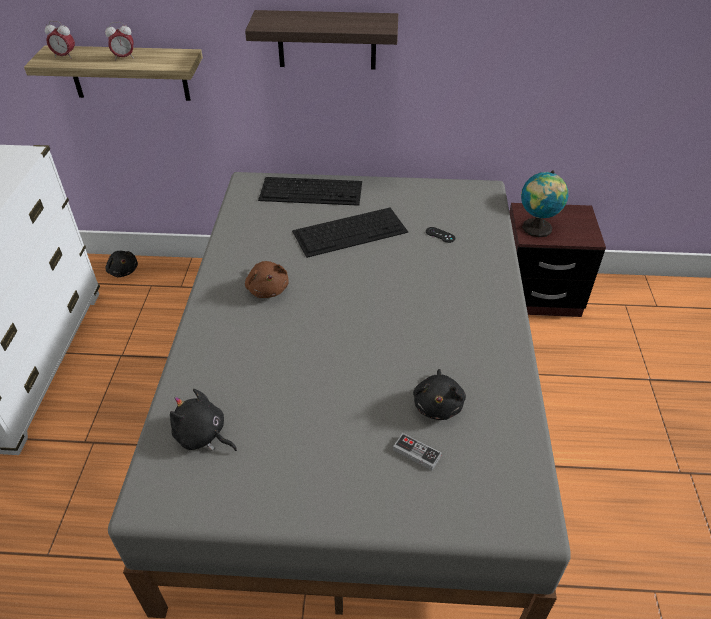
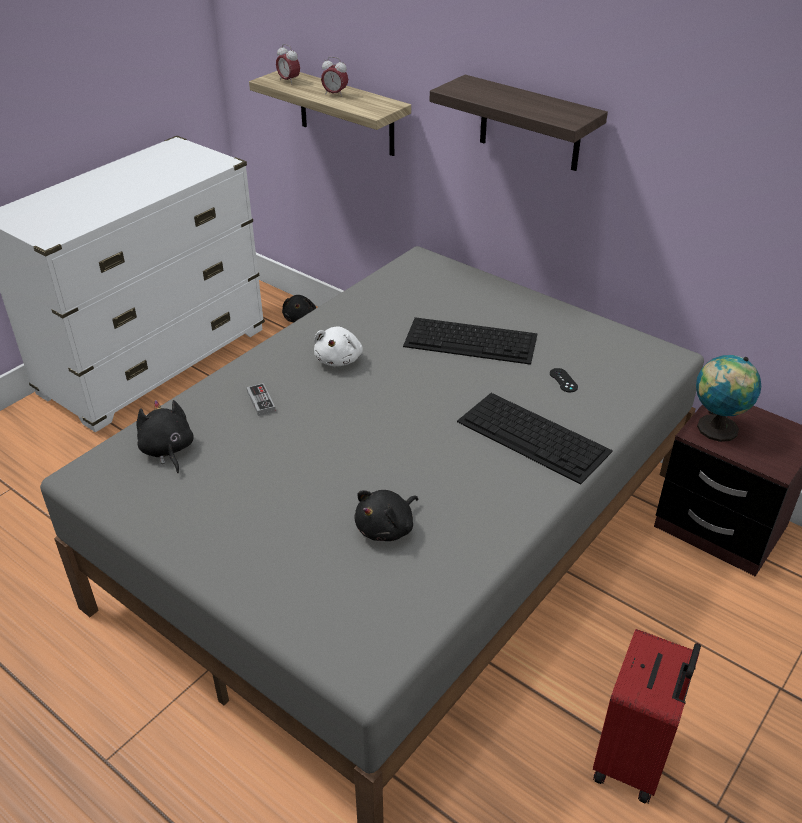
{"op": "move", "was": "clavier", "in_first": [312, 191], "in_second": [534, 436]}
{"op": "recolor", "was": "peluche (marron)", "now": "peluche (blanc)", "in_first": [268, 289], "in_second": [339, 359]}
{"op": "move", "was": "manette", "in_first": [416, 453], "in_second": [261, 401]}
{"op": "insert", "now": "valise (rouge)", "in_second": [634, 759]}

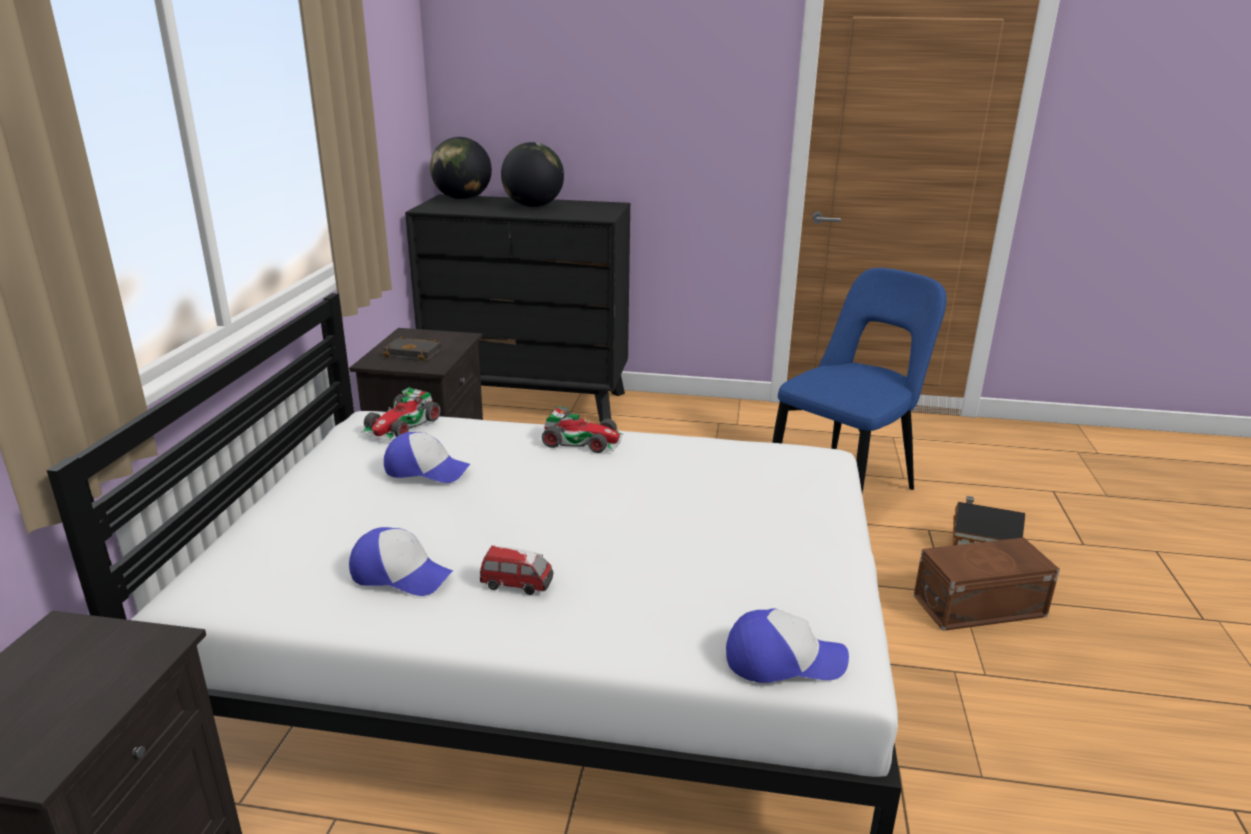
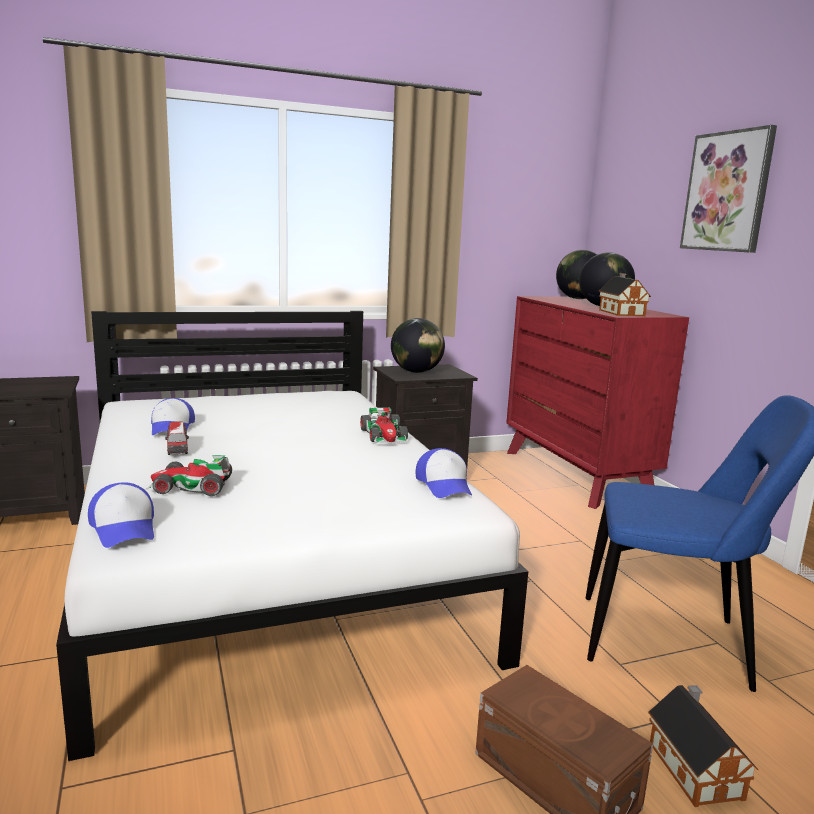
{"op": "recolor", "was": "commode (noir)", "now": "commode (rouge)", "in_first": [528, 401], "in_second": [576, 474]}
{"op": "replace", "was": "livre (noir)", "now": "globe", "in_first": [415, 353], "in_second": [416, 372]}
{"op": "move", "was": "petite voiture", "in_first": [402, 425], "in_second": [190, 487]}
{"op": "move", "was": "casquette", "in_first": [426, 469], "in_second": [444, 485]}
{"op": "insert", "now": "tableau", "in_second": [727, 192]}
{"op": "insert", "now": "maison miniature", "in_second": [621, 312]}

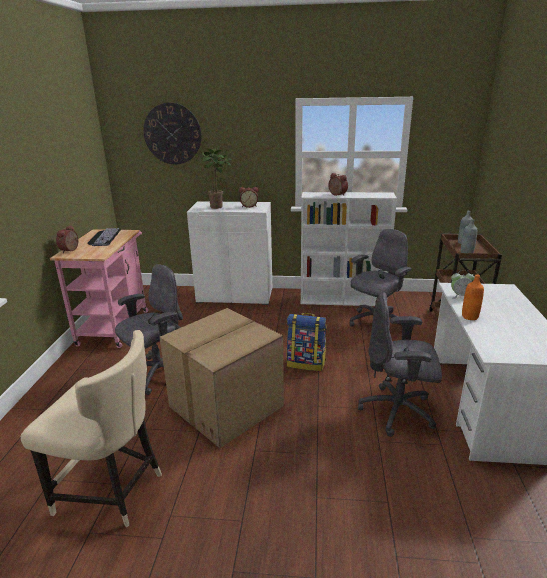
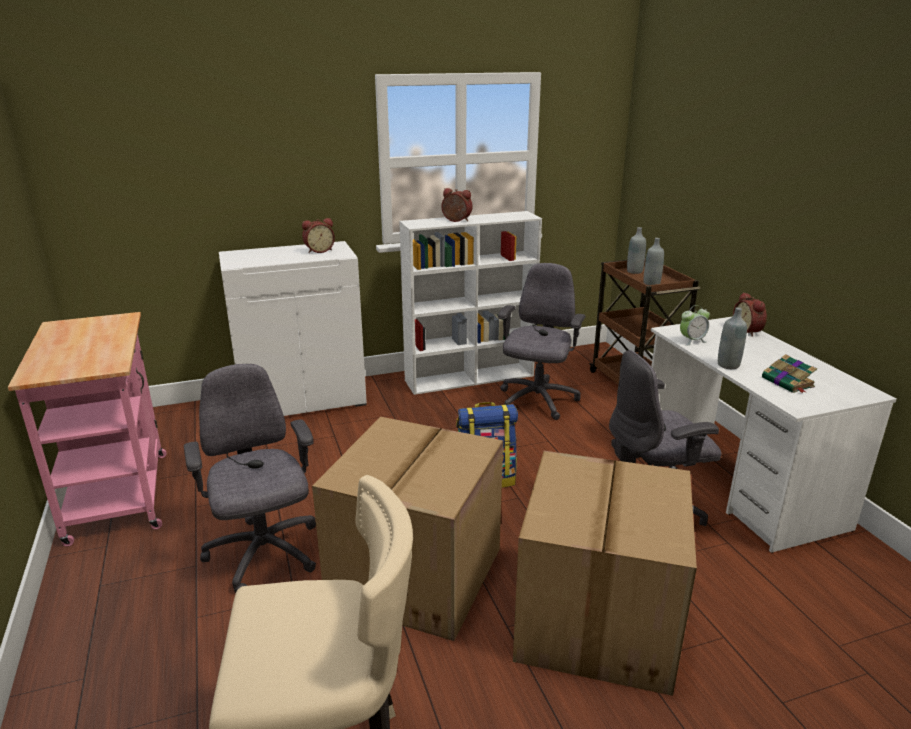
{"op": "delete", "was": "horloge murale", "in_first": [172, 134]}
{"op": "delete", "was": "plante en pot", "in_first": [218, 207]}
{"op": "move", "was": "réveil", "in_first": [70, 250], "in_second": [748, 331]}
{"op": "delete", "was": "clavier", "in_first": [103, 237]}
{"op": "rotate", "was": "chaise de bureau (gris)", "in_first": [158, 374], "in_second": [264, 555], "clockwise": -45}
{"op": "recolor", "was": "bouteille (orange)", "now": "bouteille (gris)", "in_first": [469, 316], "in_second": [728, 365]}
{"op": "insert", "now": "livre", "in_second": [788, 383]}
{"op": "insert", "now": "carton", "in_second": [594, 618]}

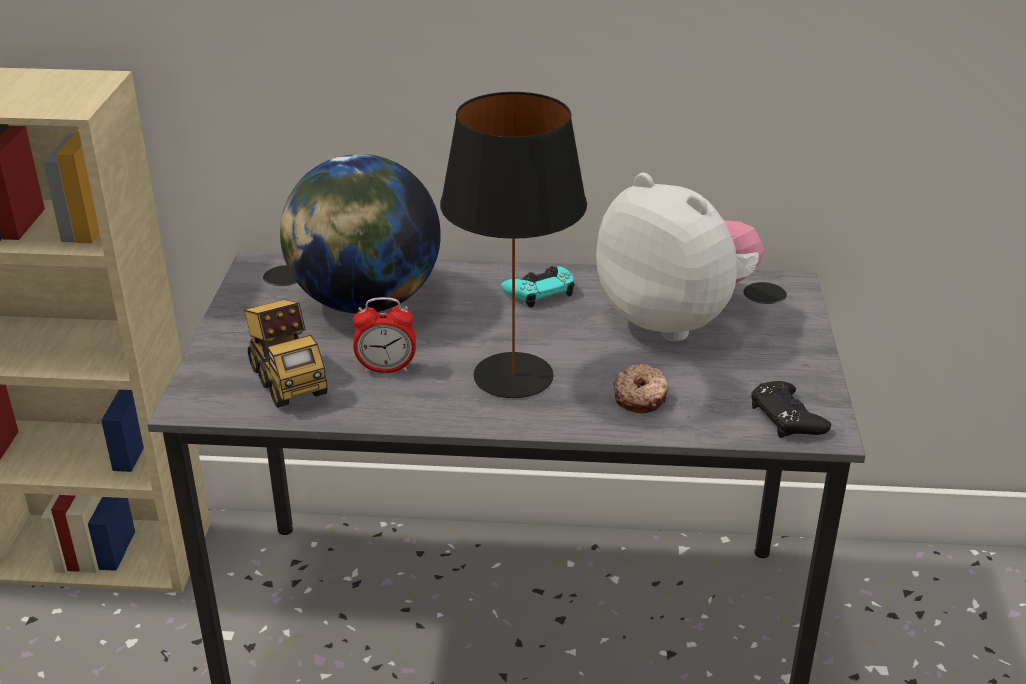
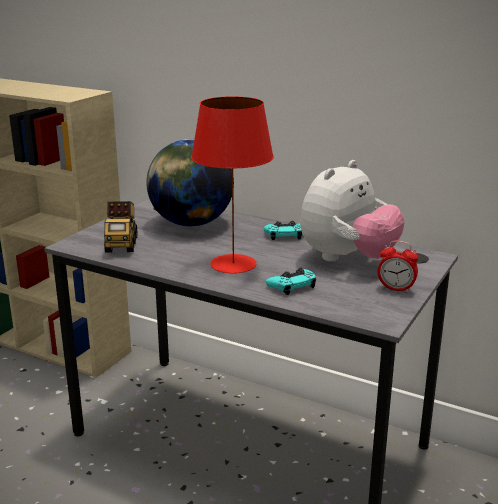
{"op": "recolor", "was": "lampe de table (noir)", "now": "lampe de table (rouge)", "in_first": [514, 376], "in_second": [233, 264]}
{"op": "rotate", "was": "peluche", "in_first": [674, 319], "in_second": [347, 259], "clockwise": 60}
{"op": "move", "was": "réveil", "in_first": [386, 369], "in_second": [396, 289]}
{"op": "replace", "was": "beignet", "now": "manette (turquoise)", "in_first": [641, 397], "in_second": [292, 285]}
{"op": "delete", "was": "manette (noir)", "in_first": [787, 417]}

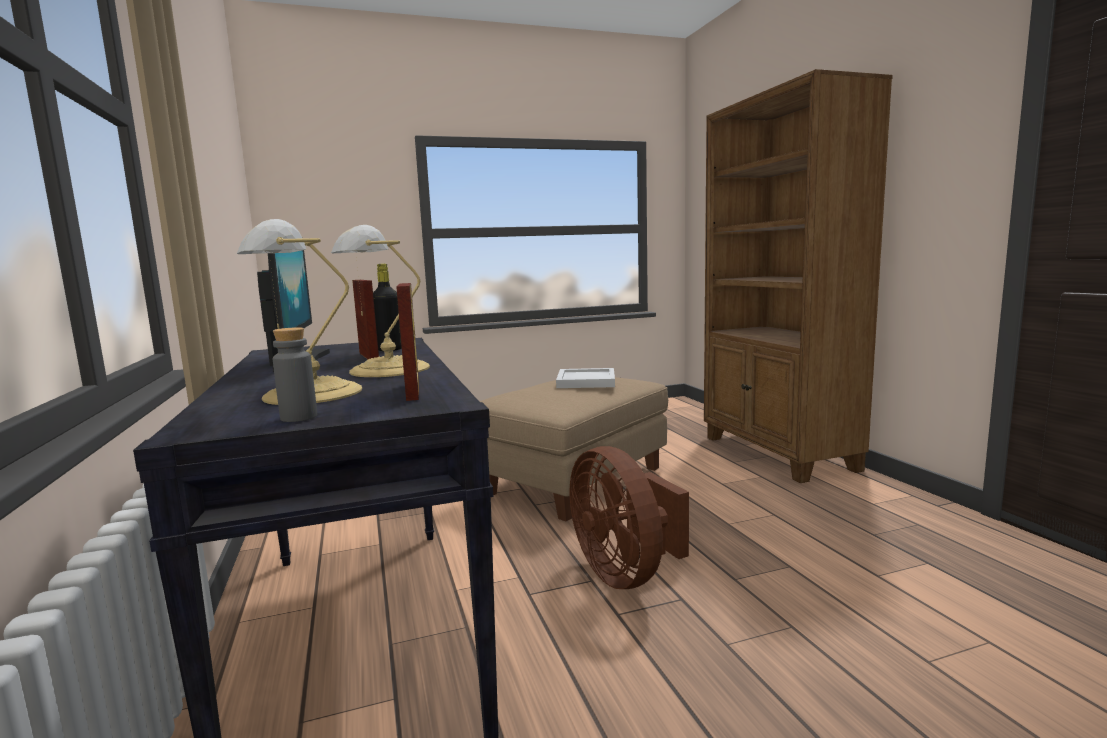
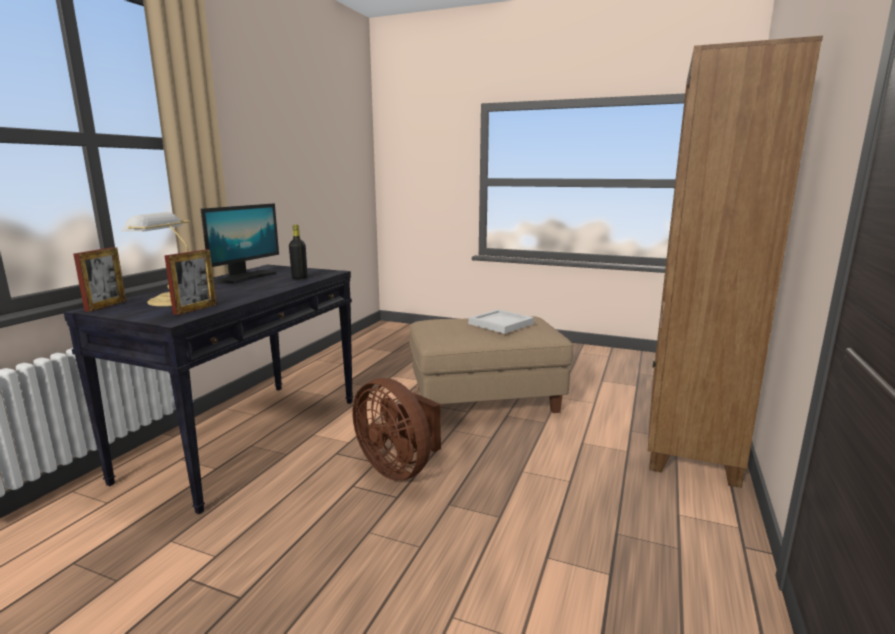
{"op": "delete", "was": "lampe de table", "in_first": [385, 370]}
{"op": "move", "was": "cadre photo", "in_first": [369, 356], "in_second": [106, 306]}
{"op": "delete", "was": "bouteille (gris)", "in_first": [299, 417]}
{"op": "rotate", "was": "ventilateur (marron)", "in_first": [625, 573], "in_second": [399, 468], "clockwise": -60}

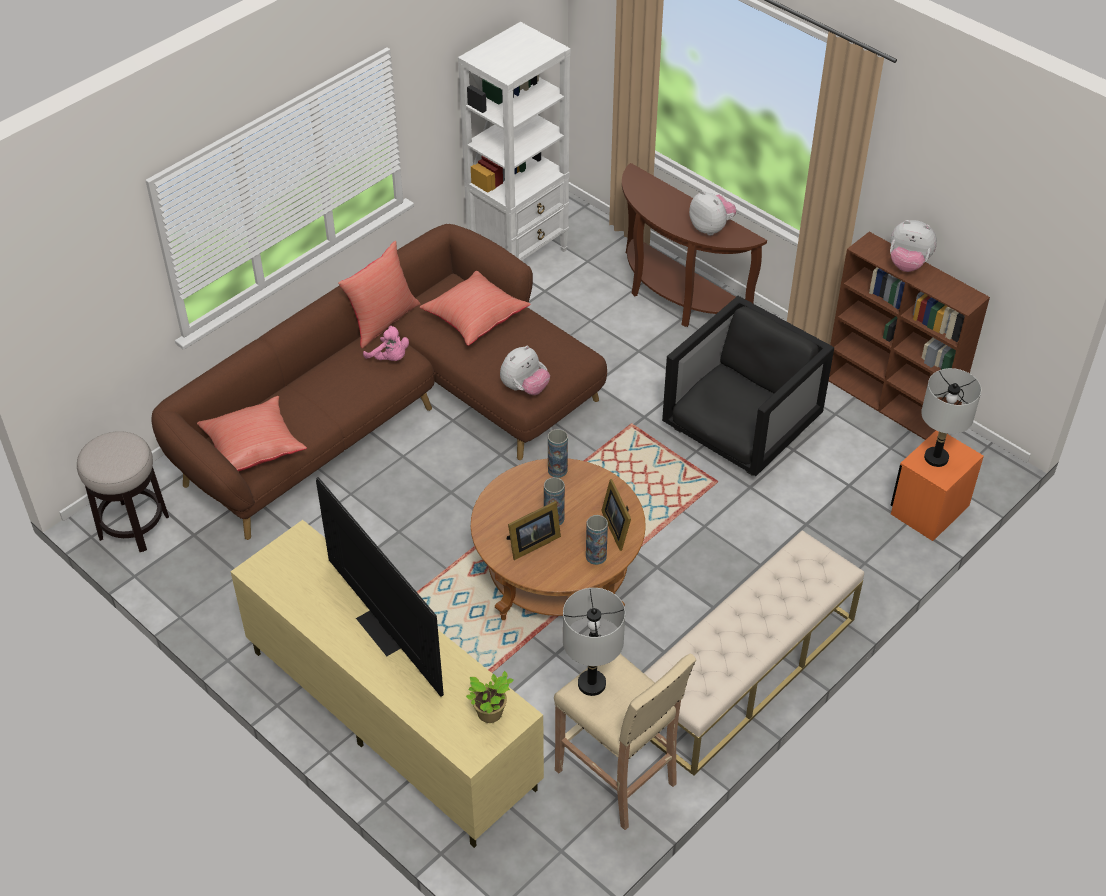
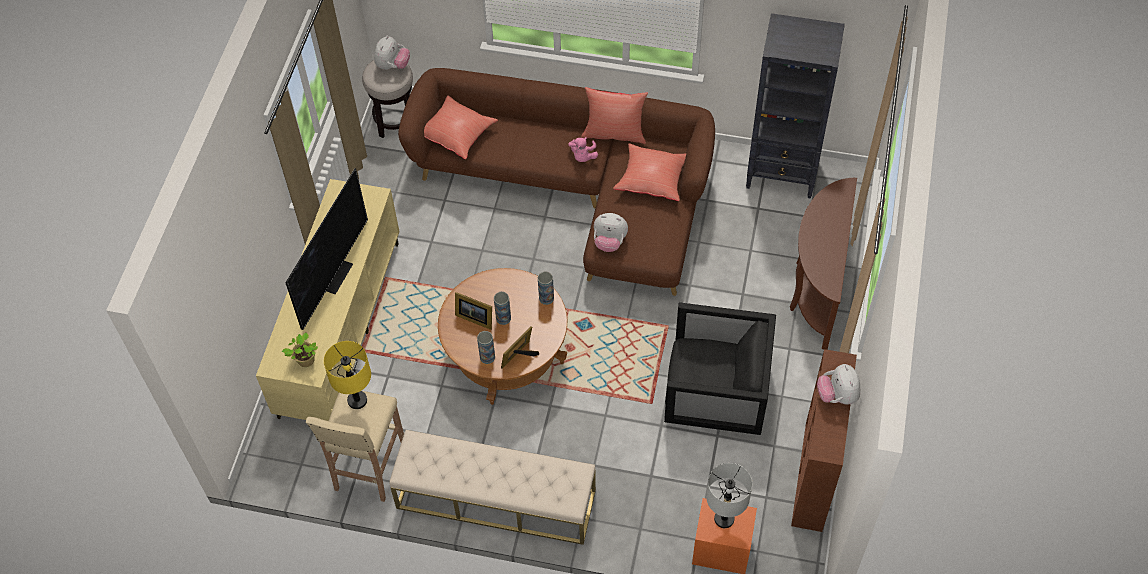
{"op": "recolor", "was": "bibliothèque (blanc)", "now": "bibliothèque (noir)", "in_first": [519, 254], "in_second": [782, 174]}
{"op": "move", "was": "peluche", "in_first": [711, 228], "in_second": [393, 65]}
{"op": "recolor", "was": "lampe de table (gris)", "now": "lampe de table (jaune)", "in_first": [592, 684], "in_second": [357, 400]}

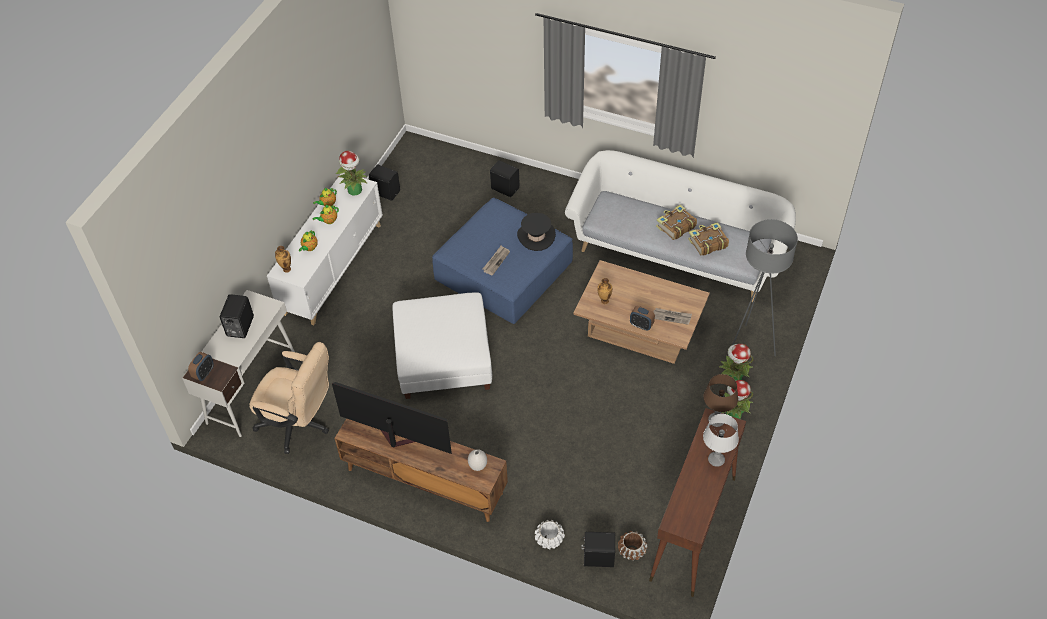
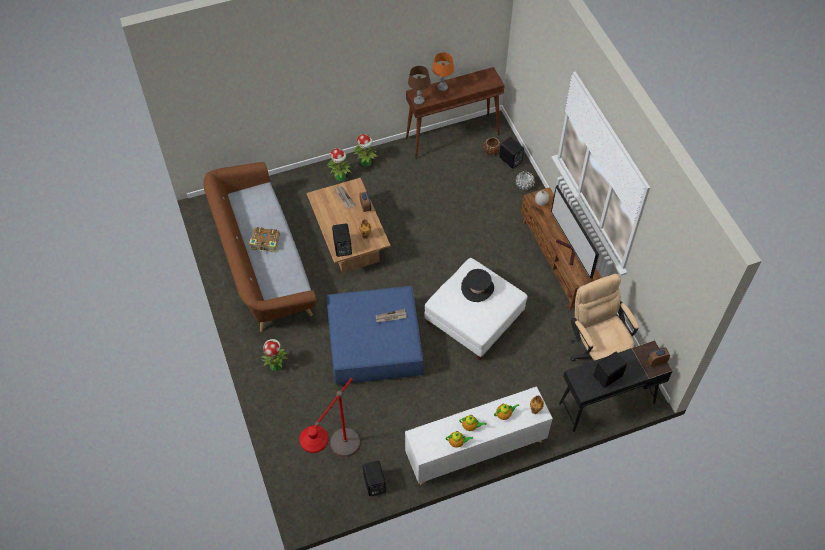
{"op": "recolor", "was": "canapé (blanc)", "now": "canapé (marron)", "in_first": [677, 251], "in_second": [263, 264]}
{"op": "move", "was": "plante en pot", "in_first": [355, 190], "in_second": [276, 365]}
{"op": "move", "was": "enceinte (noir)", "in_first": [505, 188], "in_second": [342, 248]}
{"op": "move", "was": "chapeau (noir)", "in_first": [536, 236], "in_second": [477, 288]}
{"op": "delete", "was": "lampadaire (gris)", "in_first": [750, 346]}
{"op": "delete", "was": "livre", "in_first": [707, 243]}
{"op": "recolor", "was": "bureau (blanc)", "now": "bureau (noir)", "in_first": [252, 387], "in_second": [606, 403]}
{"op": "recolor", "was": "lampe de table (gris)", "now": "lampe de table (orange)", "in_first": [716, 460], "in_second": [442, 87]}
{"op": "insert", "now": "lampadaire (rouge)", "in_second": [336, 461]}

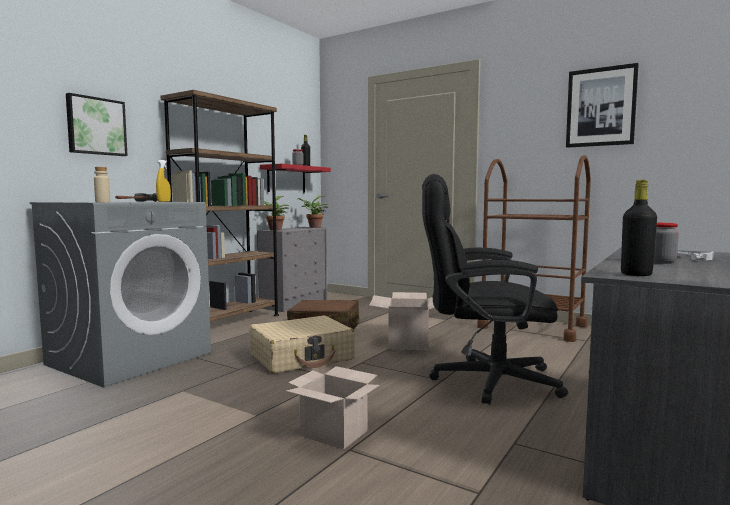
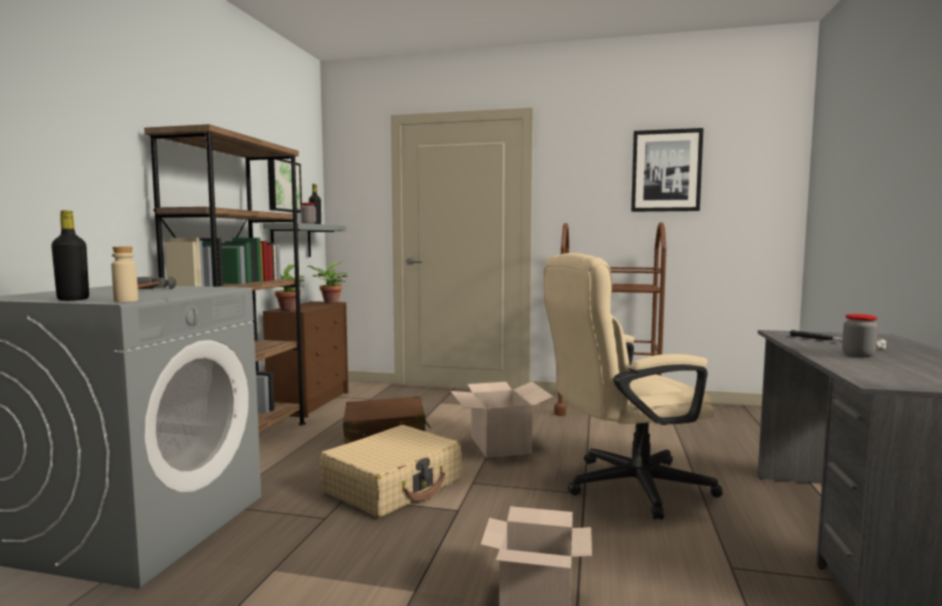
{"op": "move", "was": "tableau", "in_first": [96, 126], "in_second": [282, 186]}
{"op": "delete", "was": "vaporisateur (jaune)", "in_first": [164, 201]}
{"op": "recolor", "was": "étagère (rouge)", "now": "étagère (gris)", "in_first": [286, 179], "in_second": [291, 241]}
{"op": "recolor", "was": "chaise de bureau (noir)", "now": "chaise de bureau (beige)", "in_first": [482, 380], "in_second": [624, 487]}
{"op": "move", "was": "bouteille (noir)", "in_first": [636, 274], "in_second": [73, 299]}
{"op": "recolor", "was": "commode (gris)", "now": "commode (marron)", "in_first": [294, 303], "in_second": [311, 402]}

